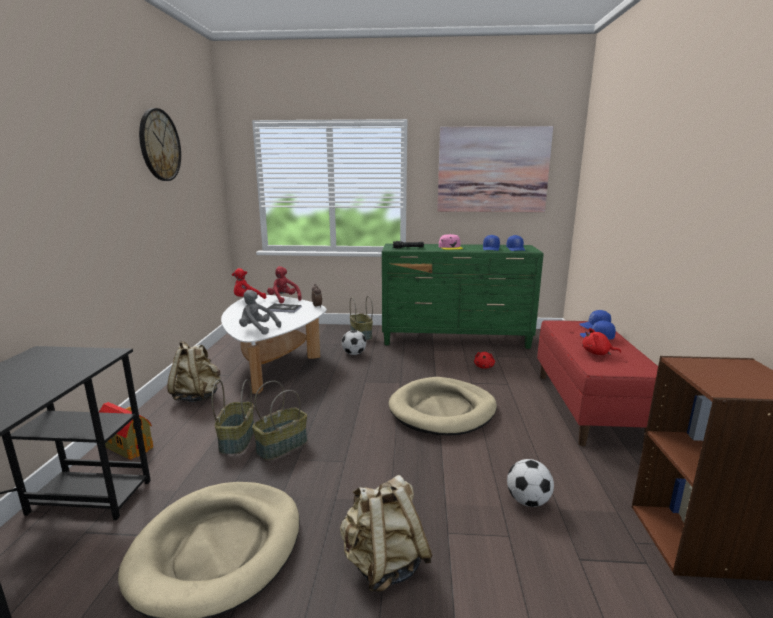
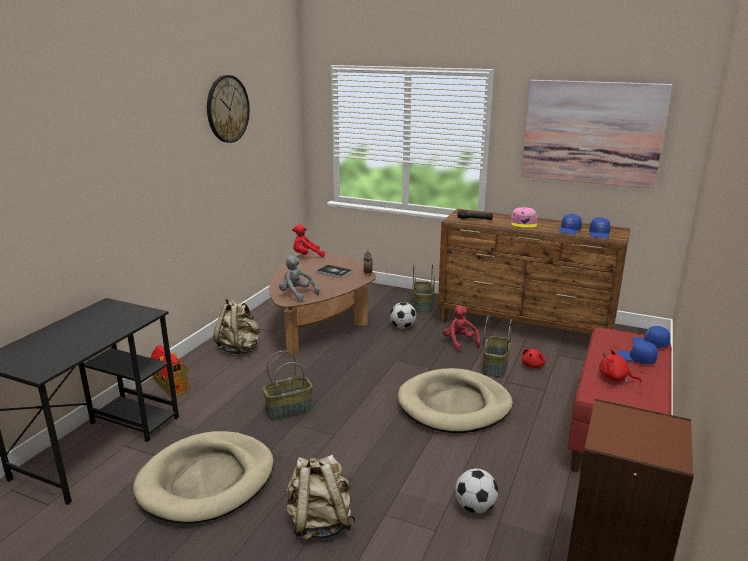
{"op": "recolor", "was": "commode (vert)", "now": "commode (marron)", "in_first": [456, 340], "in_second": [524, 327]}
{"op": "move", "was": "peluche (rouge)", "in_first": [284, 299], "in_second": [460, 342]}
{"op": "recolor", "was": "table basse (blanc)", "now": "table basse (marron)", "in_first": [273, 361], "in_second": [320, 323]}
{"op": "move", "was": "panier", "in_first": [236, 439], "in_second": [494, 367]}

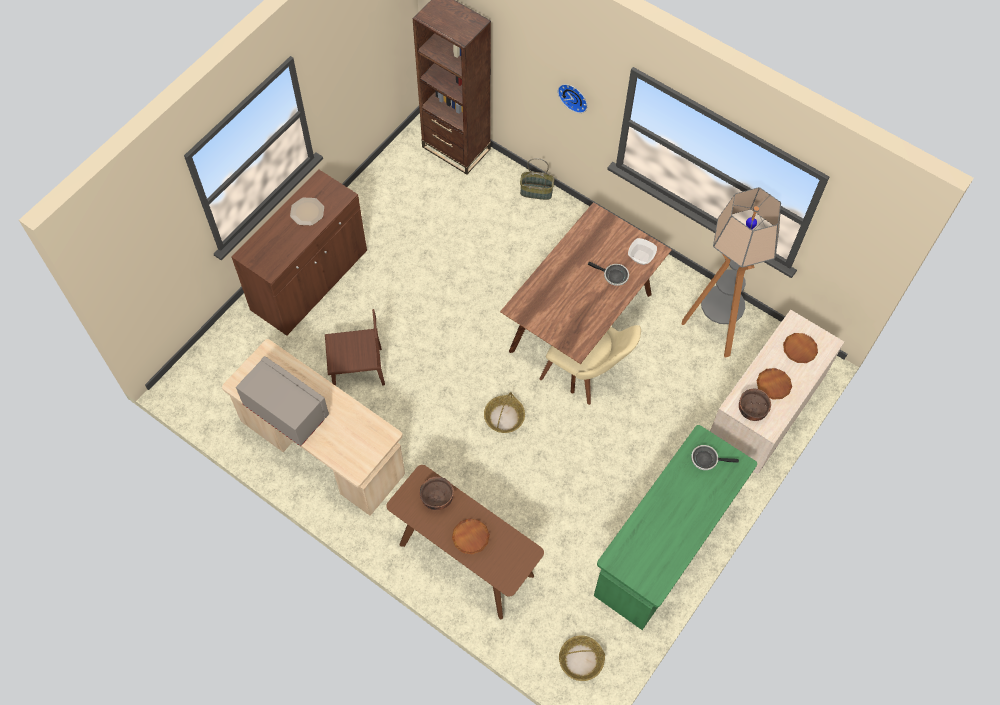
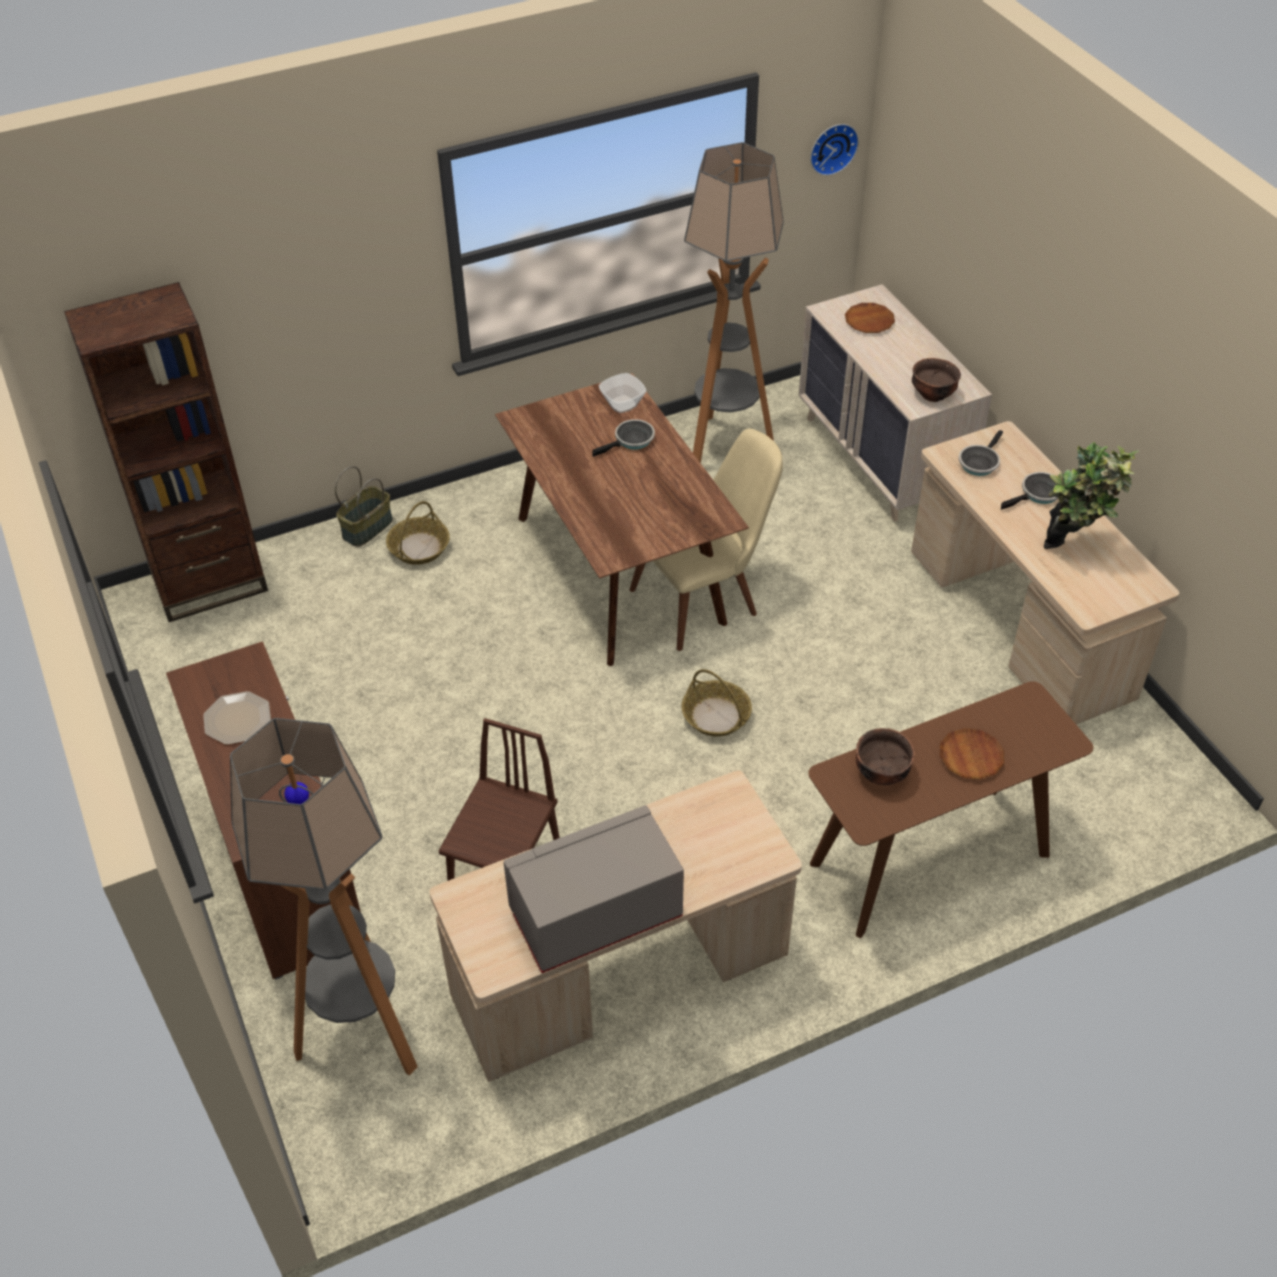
{"op": "move", "was": "horloge murale", "in_first": [574, 96], "in_second": [832, 147]}
{"op": "delete", "was": "assiette (marron)", "in_first": [773, 385]}
{"op": "recolor", "was": "bureau (vert)", "now": "bureau (beige)", "in_first": [666, 545], "in_second": [1019, 625]}
{"op": "move", "was": "panier", "in_first": [580, 660], "in_second": [419, 548]}
{"op": "insert", "now": "plante en pot", "in_second": [1073, 548]}
{"op": "insert", "now": "poêle", "in_second": [1038, 494]}
{"op": "insert", "now": "lampadaire", "in_second": [363, 1031]}

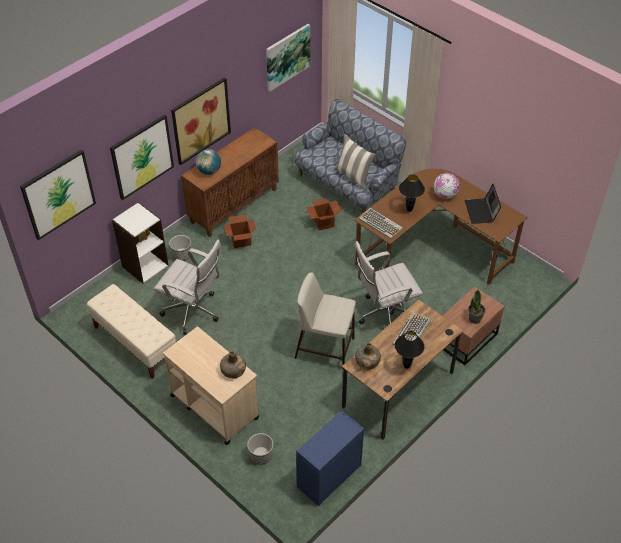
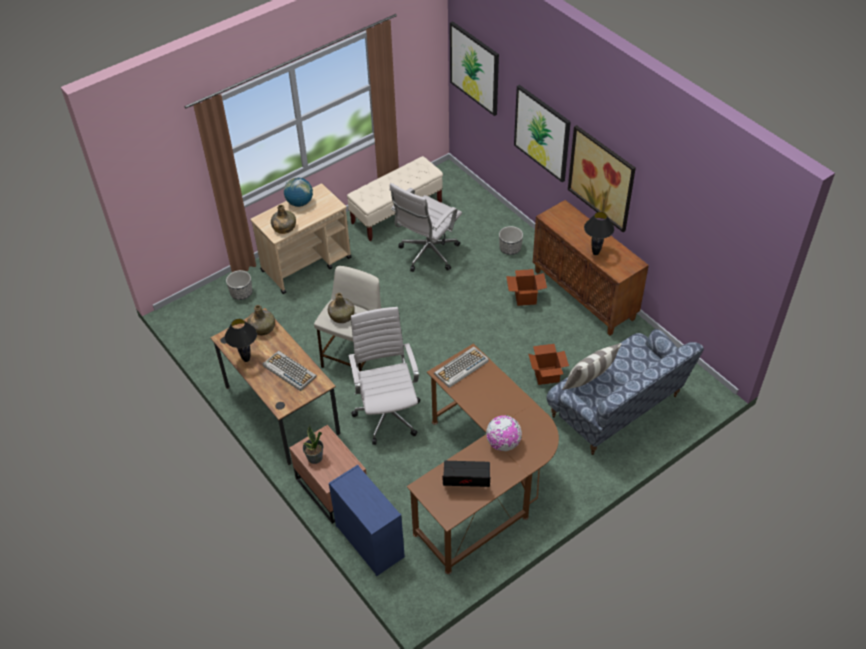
{"op": "delete", "was": "tableau", "in_first": [287, 56]}
{"op": "move", "was": "globe", "in_first": [209, 171], "in_second": [299, 203]}
{"op": "move", "was": "lampe de table (noir)", "in_first": [409, 210], "in_second": [595, 253]}
{"op": "delete", "was": "bibliothèque (blanc)", "in_first": [145, 265]}
{"op": "move", "was": "commode (bleu)", "in_first": [328, 477], "in_second": [369, 540]}
{"op": "insert", "now": "bouteille (vert)", "in_second": [342, 316]}

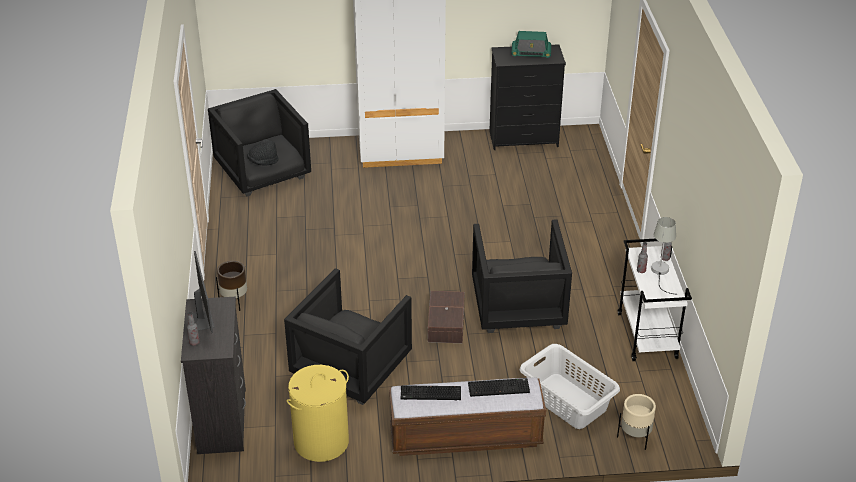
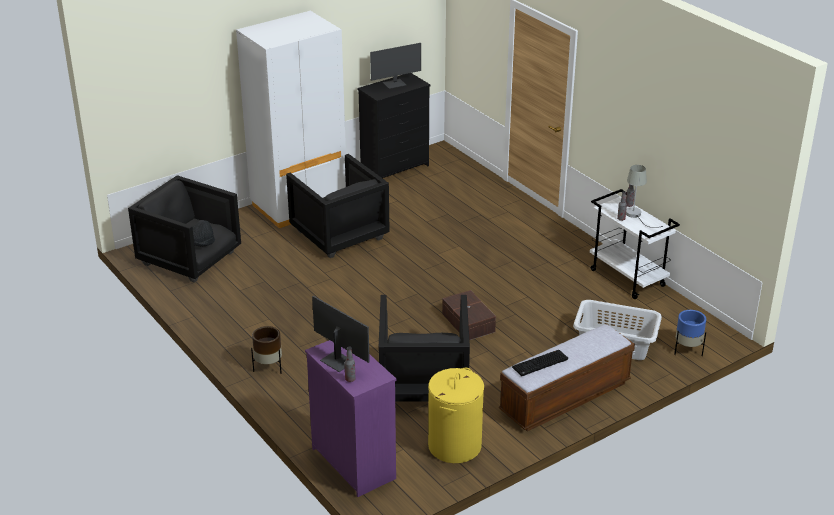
{"op": "replace", "was": "radio", "now": "écran d'ordinateur", "in_first": [531, 53], "in_second": [394, 84]}
{"op": "move", "was": "fauteuil (noir)", "in_first": [517, 306], "in_second": [338, 234]}
{"op": "recolor", "was": "commode (noir)", "now": "commode (violet)", "in_first": [222, 420], "in_second": [353, 462]}
{"op": "delete", "was": "clavier", "in_first": [499, 387]}
{"op": "recolor", "was": "cache-pot (beige)", "now": "cache-pot (bleu)", "in_first": [635, 438], "in_second": [687, 350]}

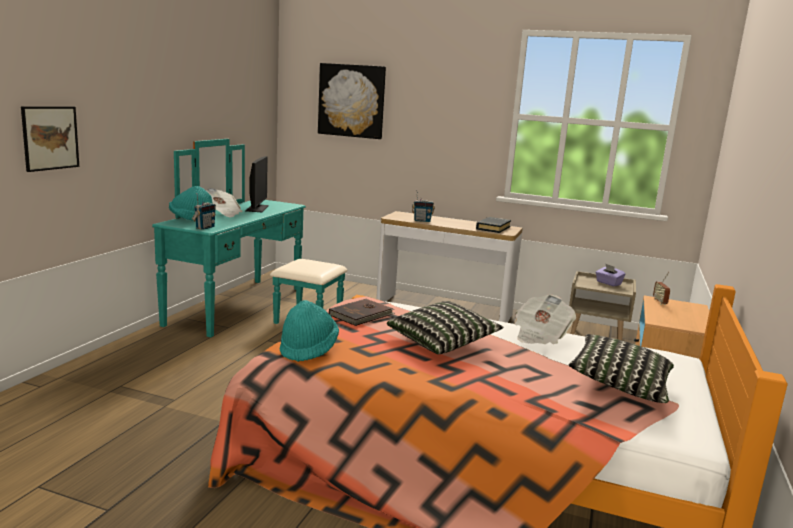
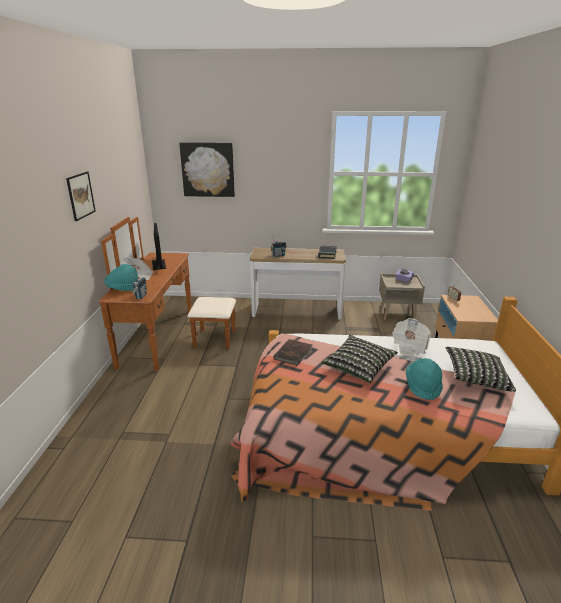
{"op": "move", "was": "tableau", "in_first": [50, 138], "in_second": [80, 195]}
{"op": "recolor", "was": "commode (turquoise)", "now": "commode (marron)", "in_first": [253, 308], "in_second": [171, 337]}
{"op": "move", "was": "chapeau (turquoise)", "in_first": [308, 349], "in_second": [423, 386]}

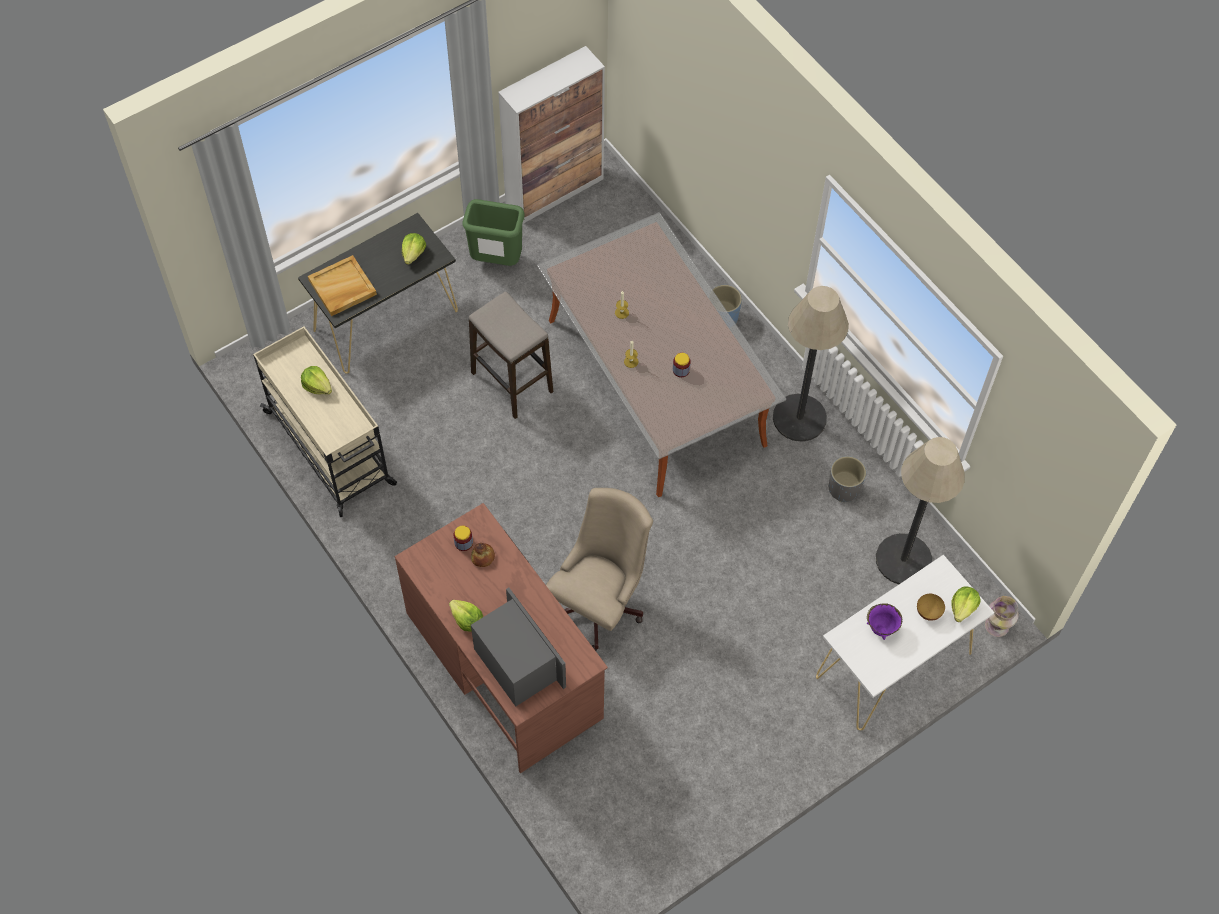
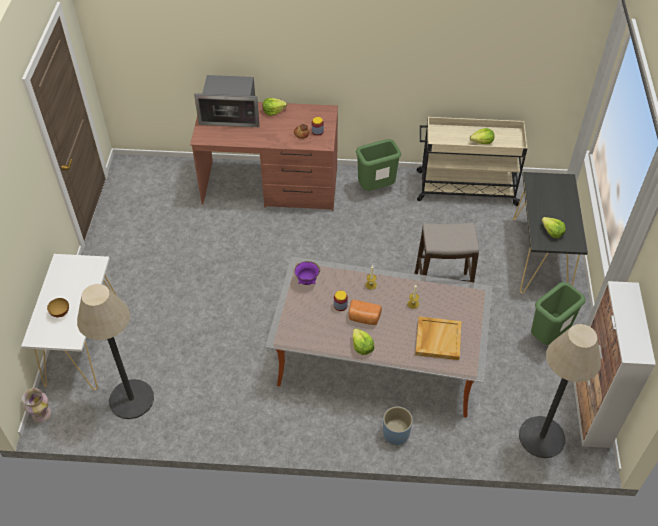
{"op": "move", "was": "plateau (beige)", "in_first": [342, 288], "in_second": [437, 339]}
{"op": "move", "was": "lampadaire", "in_first": [799, 418], "in_second": [541, 437]}
{"op": "delete", "was": "cache-pot (gris)", "in_first": [844, 488]}
{"op": "delete", "was": "chaise de bureau (beige)", "in_first": [600, 602]}
{"op": "move", "was": "laitue", "in_first": [963, 608], "in_second": [362, 347]}
{"op": "move", "was": "bol (violet)", "in_first": [881, 628], "in_second": [307, 281]}
{"op": "insert", "now": "poubelle (vert)", "in_second": [376, 188]}
{"op": "insert", "now": "pain", "in_second": [364, 318]}

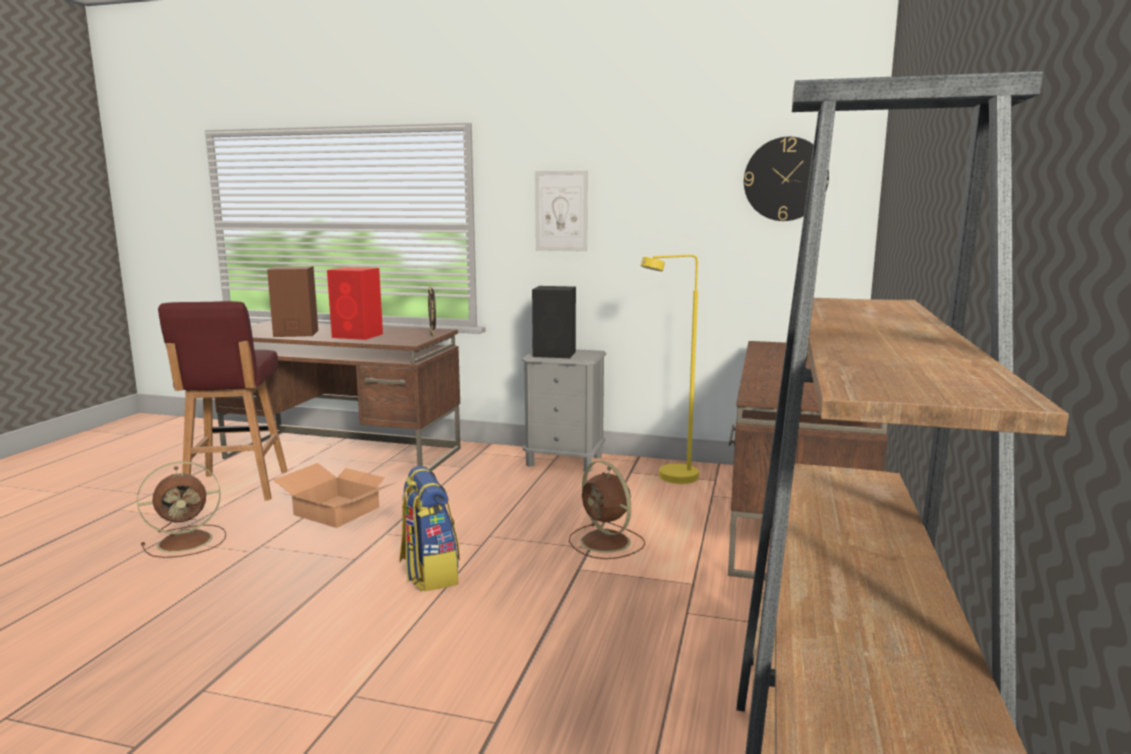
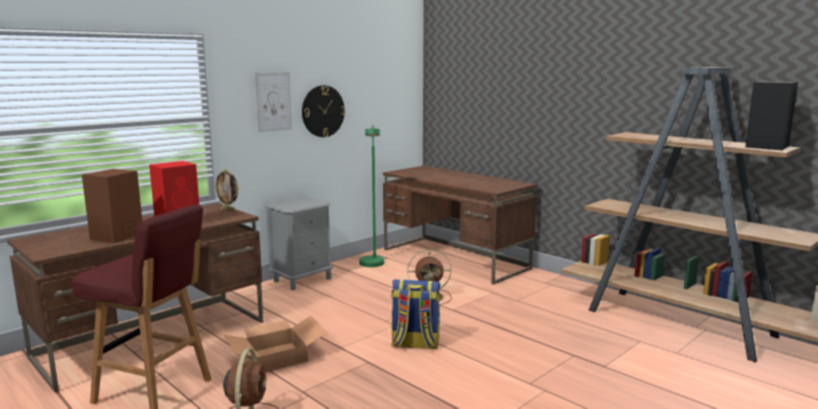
{"op": "move", "was": "horloge murale", "in_first": [785, 179], "in_second": [323, 111]}
{"op": "recolor", "was": "lampadaire (jaune)", "now": "lampadaire (vert)", "in_first": [670, 479], "in_second": [372, 265]}
{"op": "move", "was": "enceinte (noir)", "in_first": [555, 354], "in_second": [767, 146]}

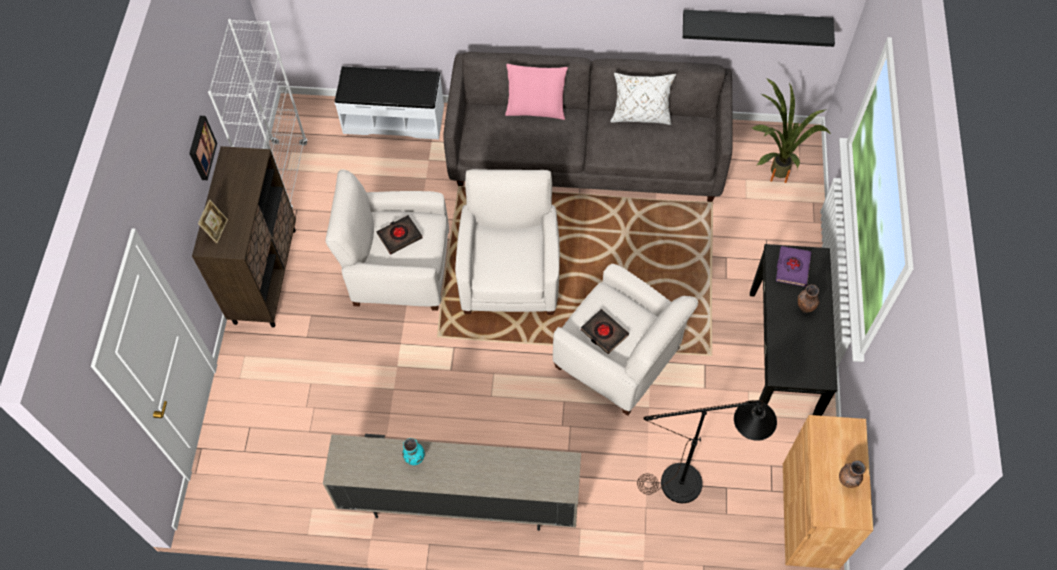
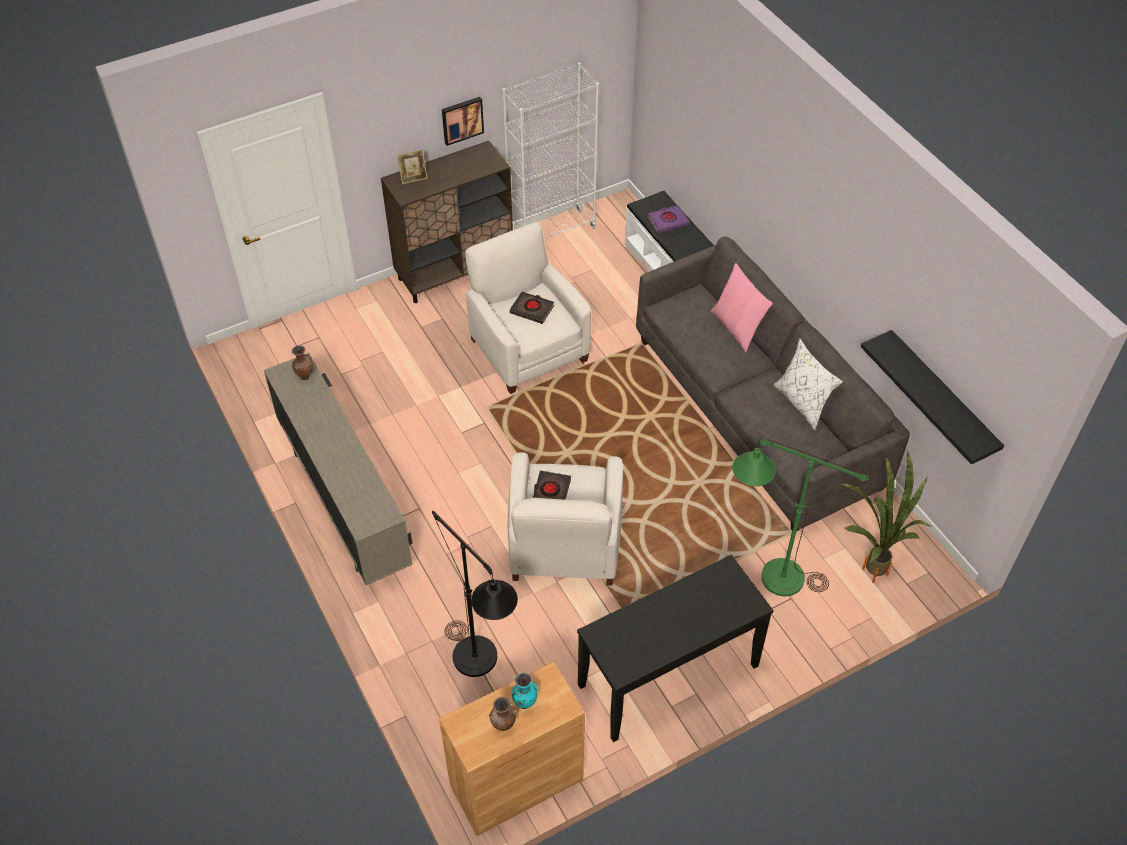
{"op": "delete", "was": "fauteuil (blanc)", "in_first": [510, 276]}
{"op": "move", "was": "livre (violet)", "in_first": [792, 268], "in_second": [668, 221]}
{"op": "move", "was": "vase (marron)", "in_first": [804, 309], "in_second": [304, 376]}
{"op": "move", "was": "vase (turquoise)", "in_first": [414, 459], "in_second": [524, 703]}
{"op": "insert", "now": "lampadaire (vert)", "in_second": [769, 576]}

